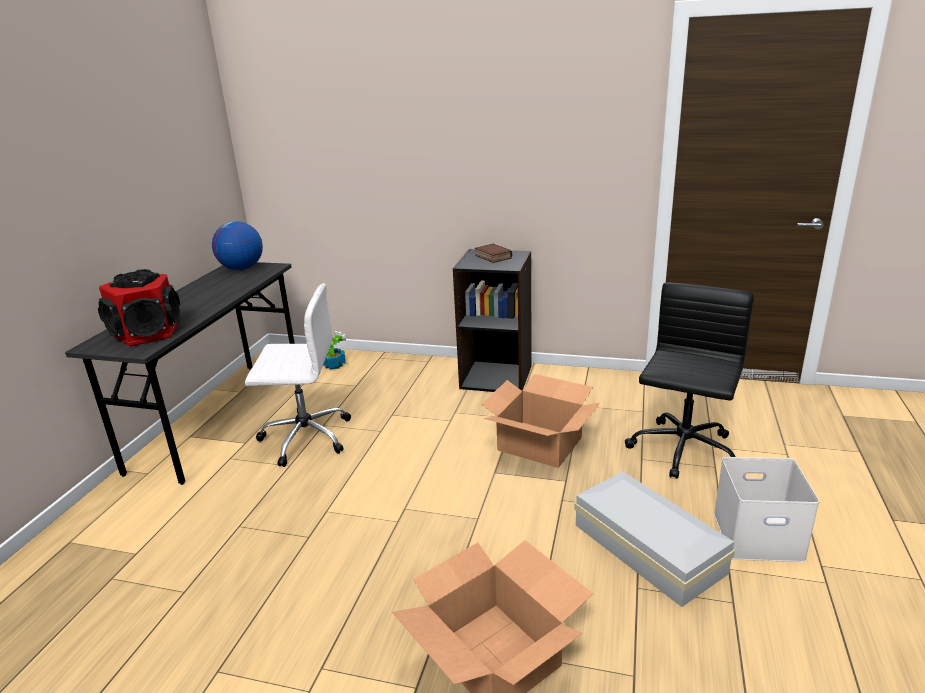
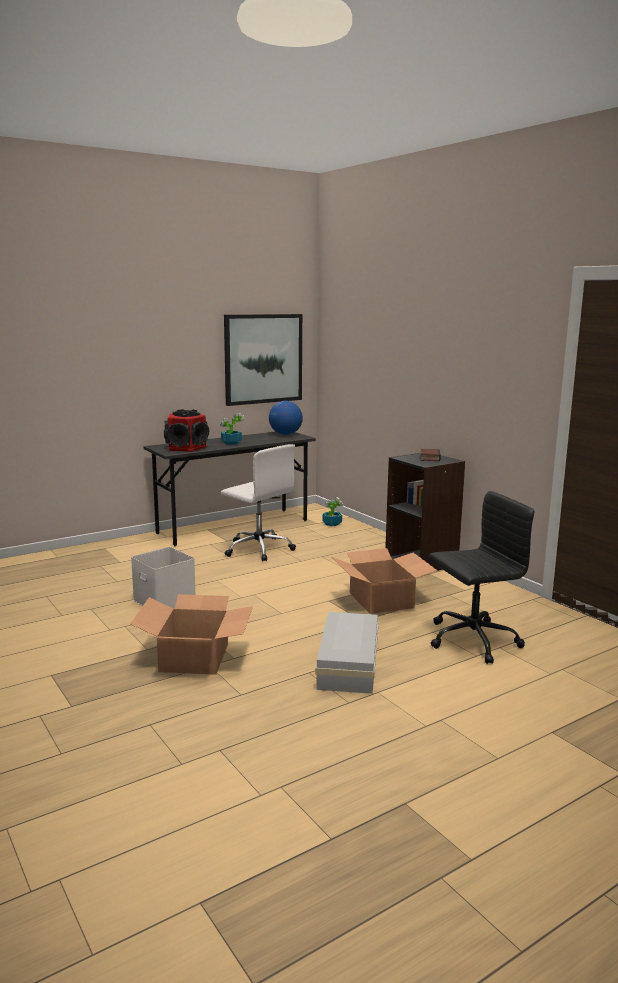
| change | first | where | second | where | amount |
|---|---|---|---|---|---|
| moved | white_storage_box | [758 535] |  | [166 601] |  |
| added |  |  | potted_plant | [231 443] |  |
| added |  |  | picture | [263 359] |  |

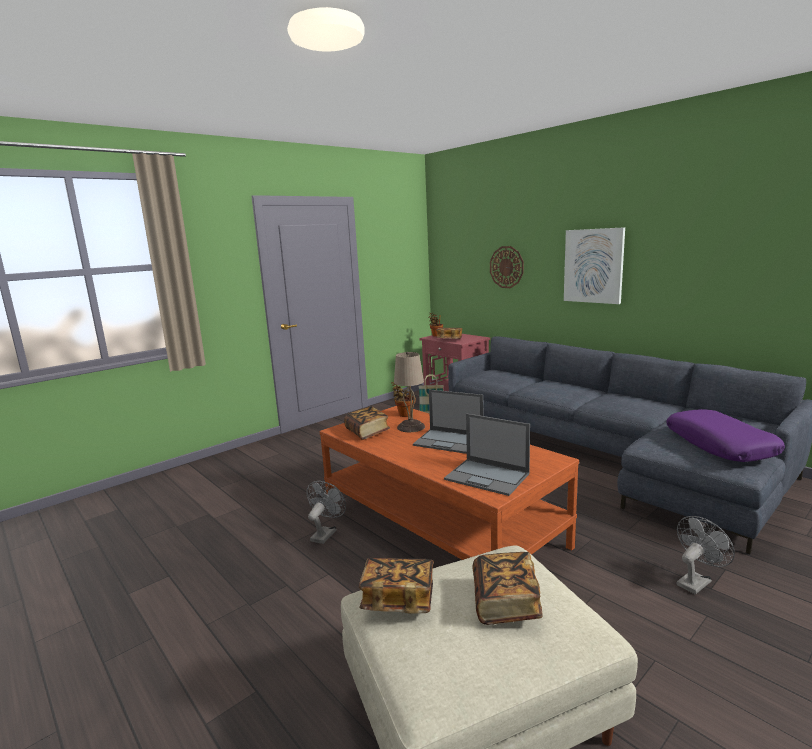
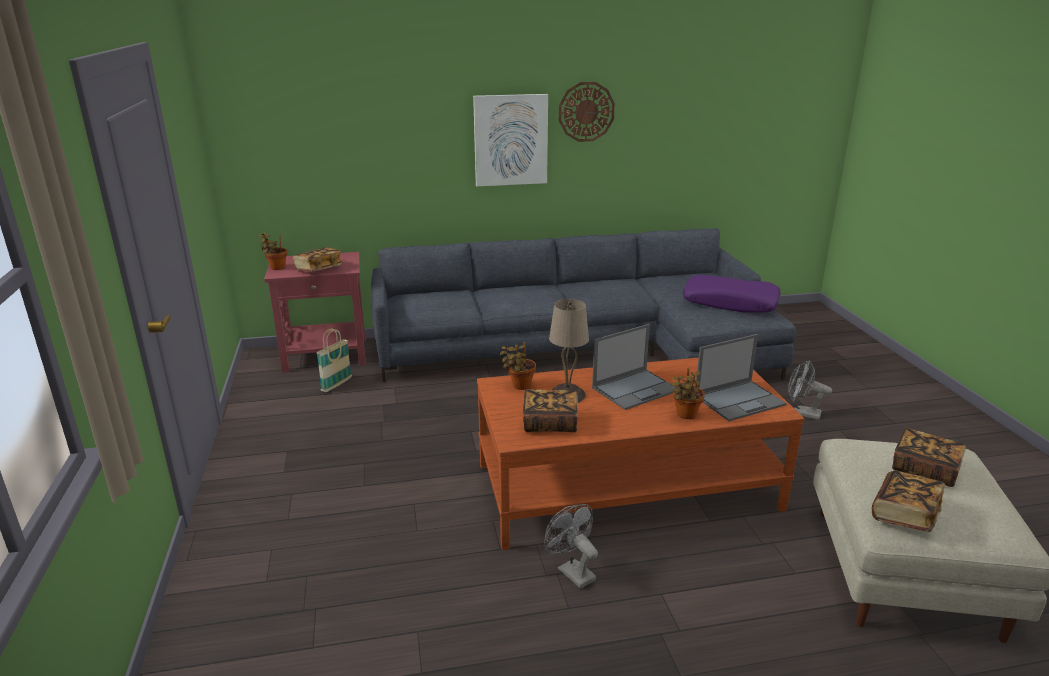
| change | first | where | second | where | amount |
|---|---|---|---|---|---|
| moved | wall_clock | [506 267] |  | [586 111] |  |
| added |  |  | potted_plant | [685 415] |  |
| turned | grey_fan | [696 581] |  | [801 413] | 60 degrees counterclockwise |

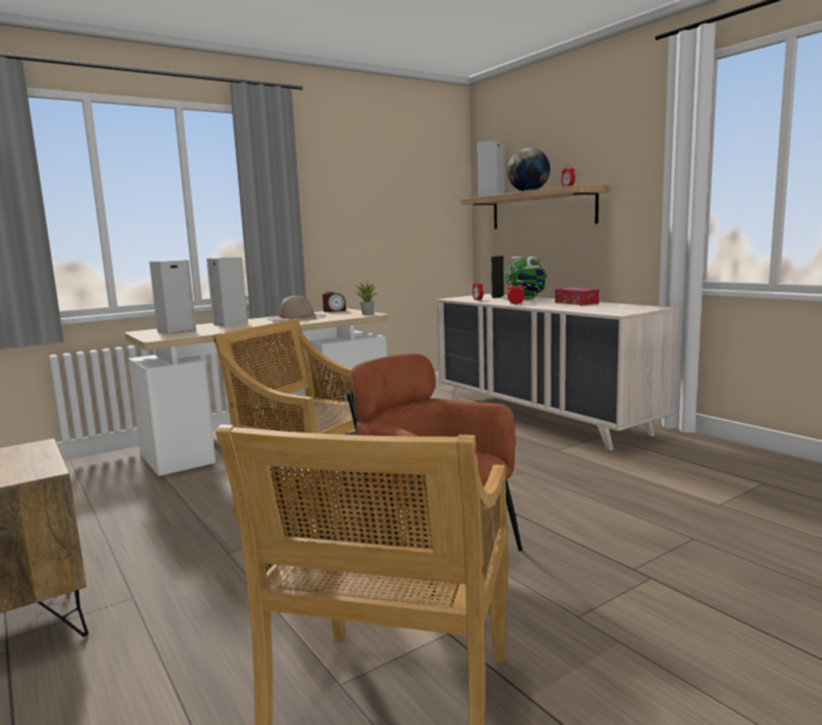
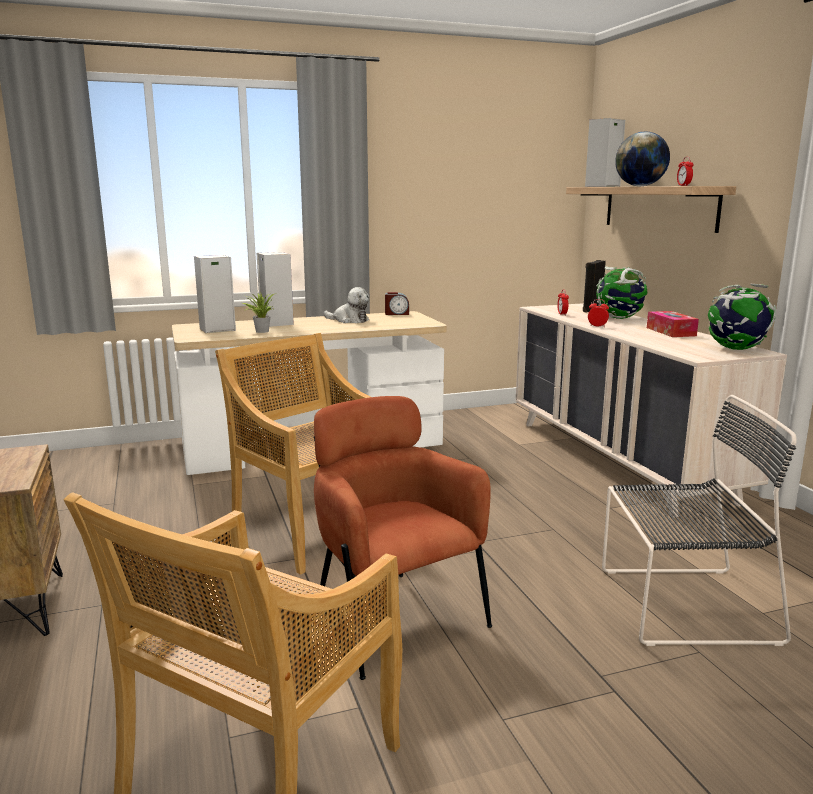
| change | first | where | second | where | amount |
|---|---|---|---|---|---|
| moved | potted_plant | [366 314] |  | [261 331] |  |
| replaced | beige_hat | [297 317] | plush_toy | [349 320] |  |
| added |  |  | black_chair | [680 605] |  |
| added |  |  | globe | [735 349] |  |

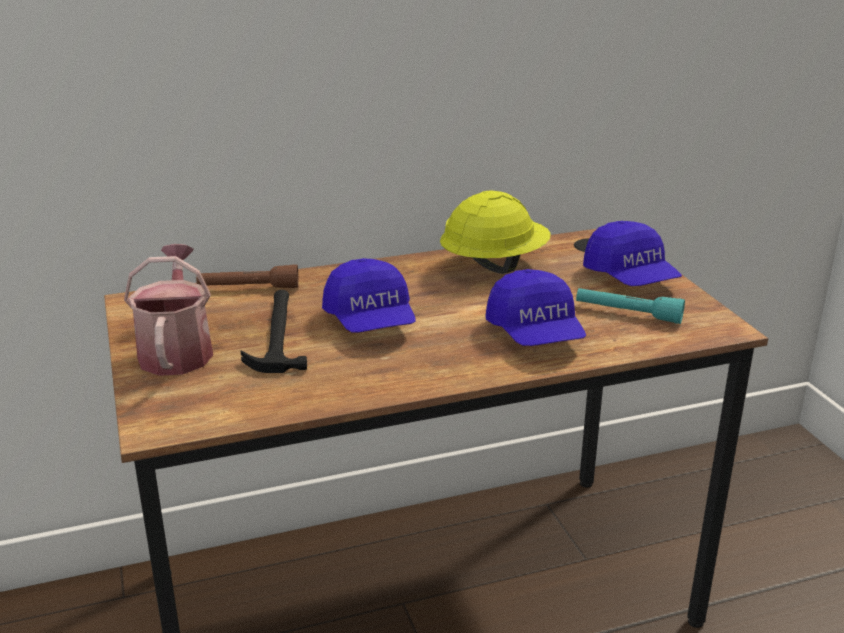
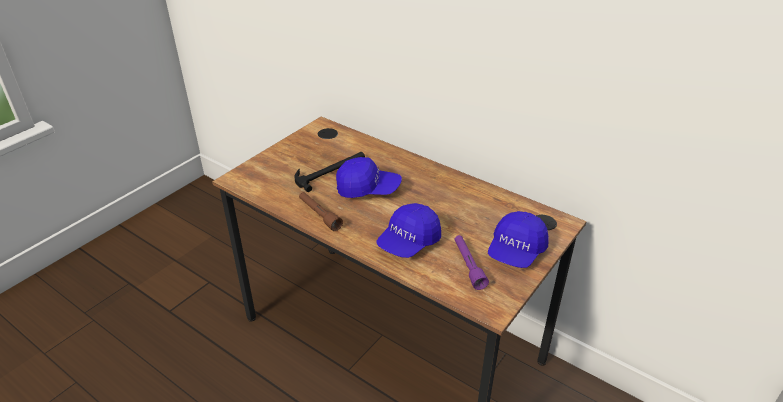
| change | first | where | second | where | amount |
|---|---|---|---|---|---|
| moved | brown_flashlight | [248 288] |  | [319 215] |  |
| turned | blue_cap | [371 322] |  | [368 189] | 120 degrees counterclockwise |
| recoloured | turquoise_flashlight | [628 314] | purple_flashlight | [468 266] |  |
| removed | watering_can | [176 350] |  |  |  |
| removed | yellow_hard_hat | [494 265] |  |  |  |

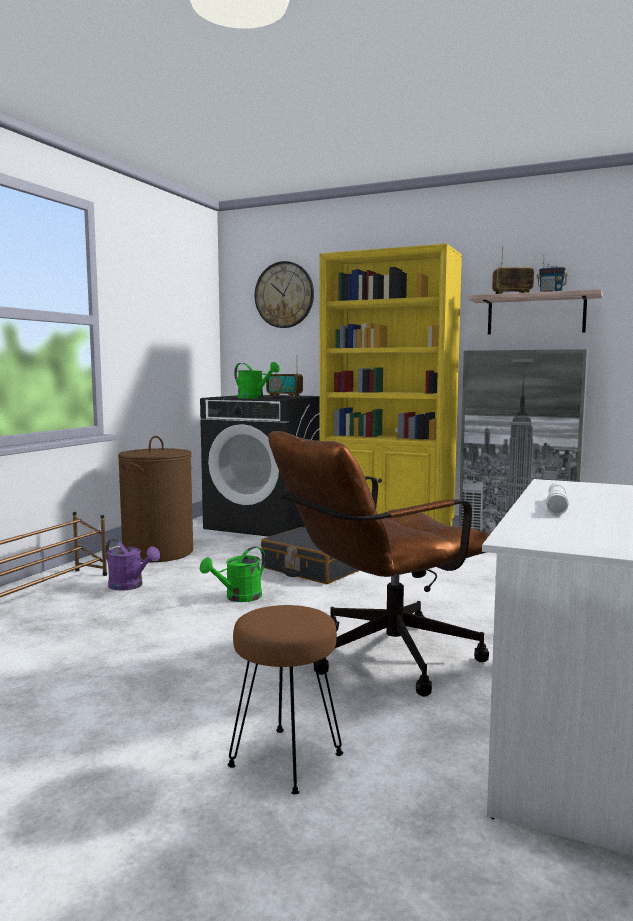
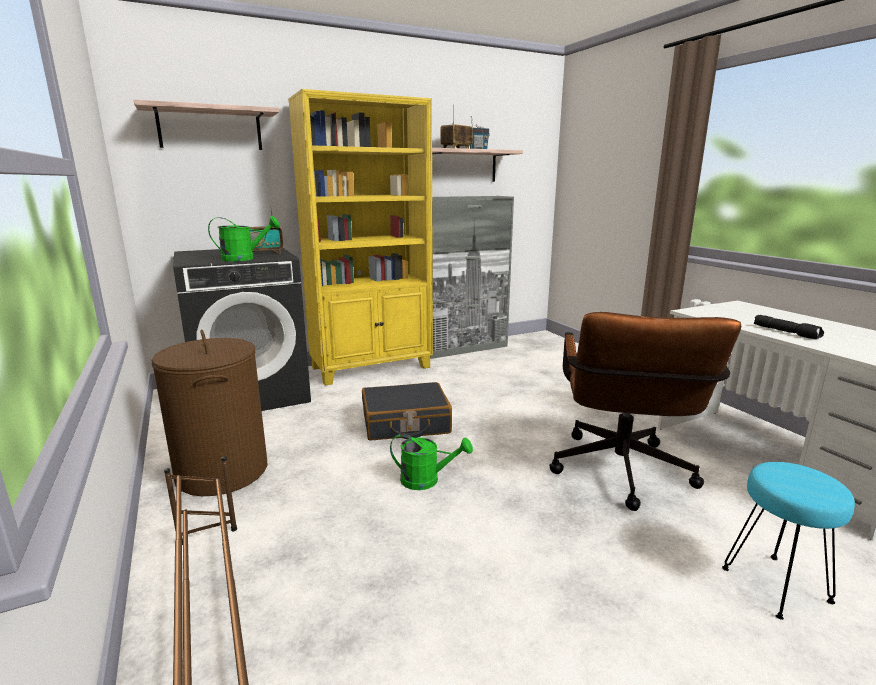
| change | first | where | second | where | amount |
|---|---|---|---|---|---|
| replaced | wall_clock | [284 295] | shelf | [210 129] |  |
| turned | green_watering_can | [238 598] |  | [427 480] | 75 degrees counterclockwise |
| recoloured | brown_stool | [285 759] | turquoise_stool | [774 585] |  |
| recoloured | white_flashlight | [557 506] | black_flashlight | [786 332] |  |
| removed | purple_watering_can | [130 586] |  |  |  |

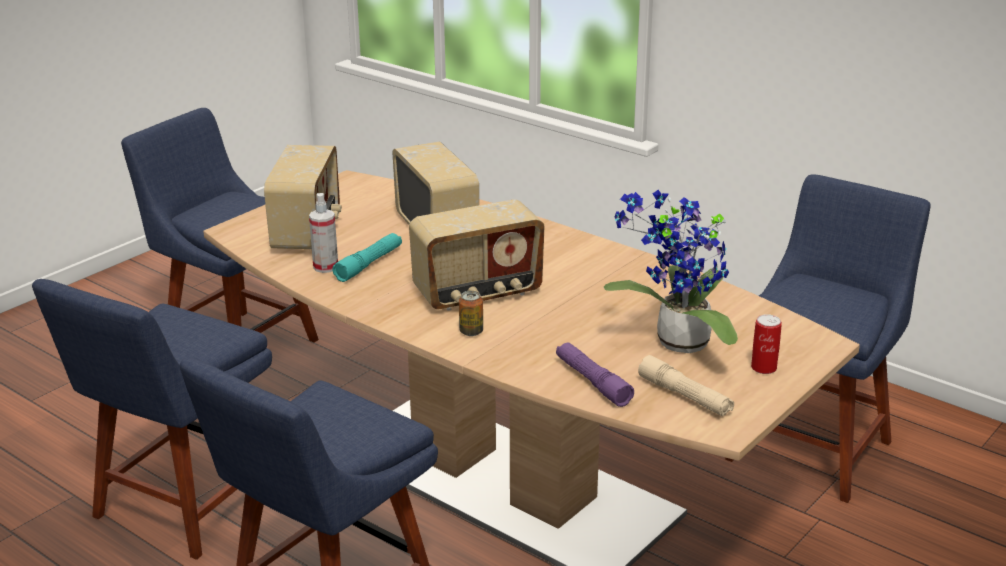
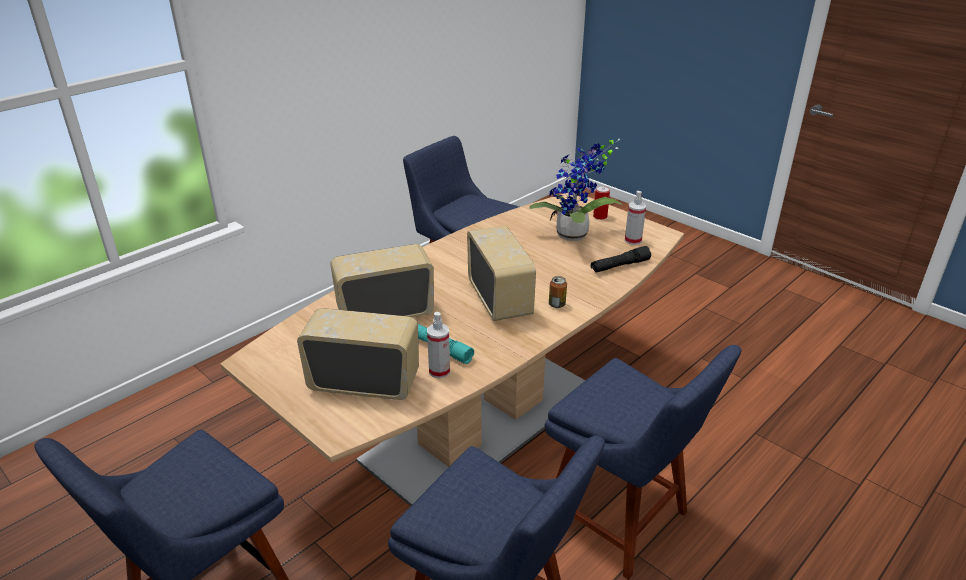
| change | first | where | second | where | amount |
|---|---|---|---|---|---|
| recoloured | purple_flashlight | [592 382] | black_flashlight | [620 266] |  |
| replaced | beige_flashlight | [685 396] | spray_bottle | [633 240] |  |

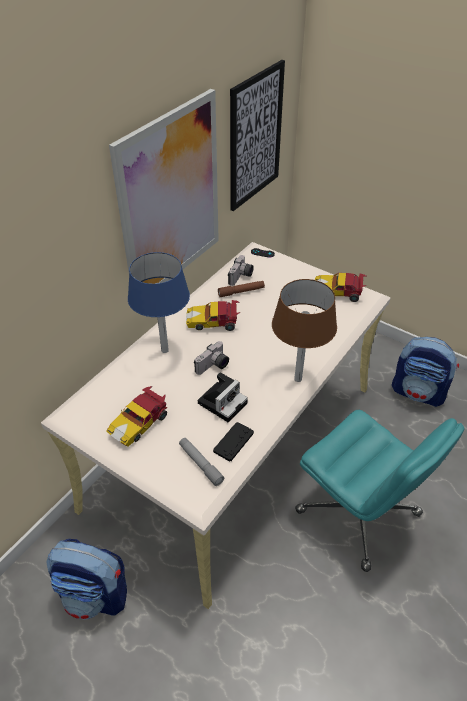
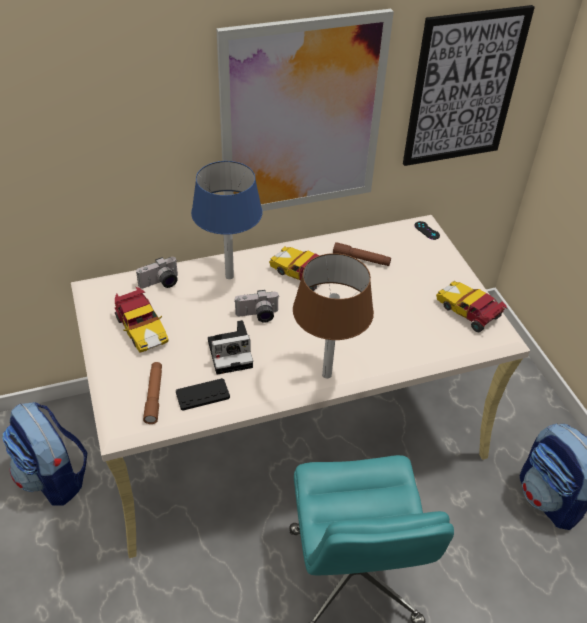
| change | first | where | second | where | amount |
|---|---|---|---|---|---|
| turned | toy_car | [139 423] |  | [141 328] | 105 degrees counterclockwise |
| moved | photo_camera | [241 277] |  | [161 283] |  |
| recoloured | grey_flashlight | [200 464] | brown_flashlight | [154 396] |  |

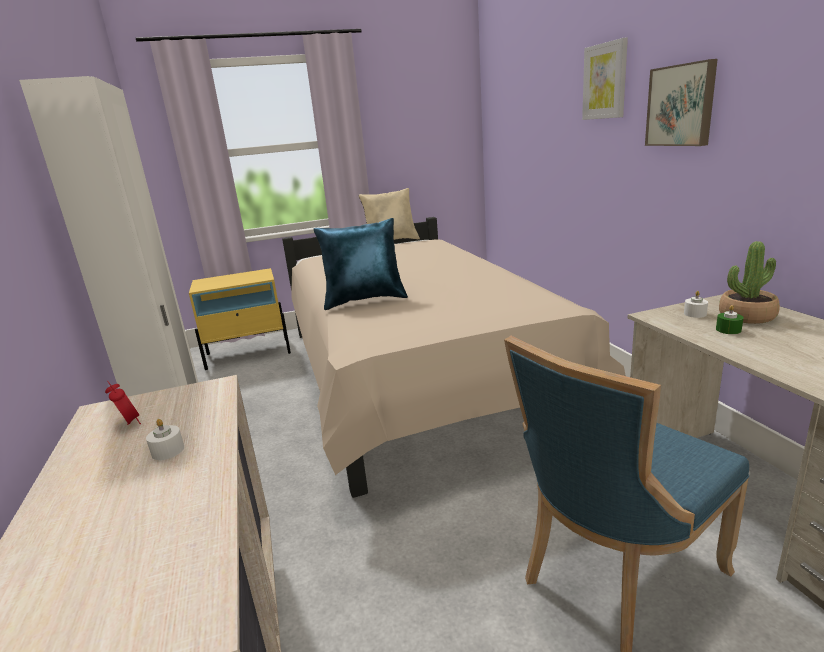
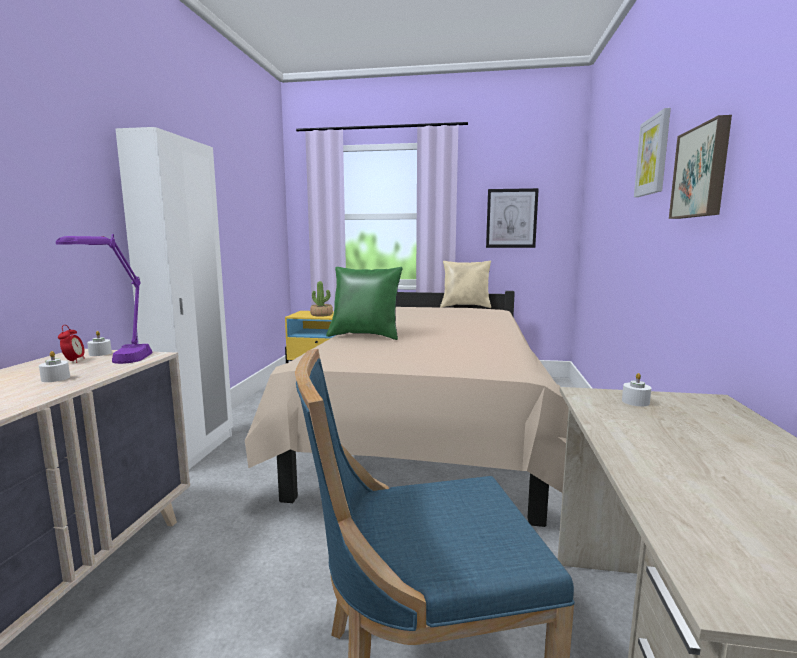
| change | first | where | second | where | amount |
|---|---|---|---|---|---|
| added |  |  | purple_table_lamp | [119 365] |  |
| added |  |  | white_candle | [100 353] |  |
| moved | potted_plant | [746 316] |  | [321 315] |  |
| recoloured | blue_pillow | [365 300] | green_pillow | [365 336] |  |
| added |  |  | picture | [511 218] |  |
| removed | green_candle | [728 330] |  |  |  |

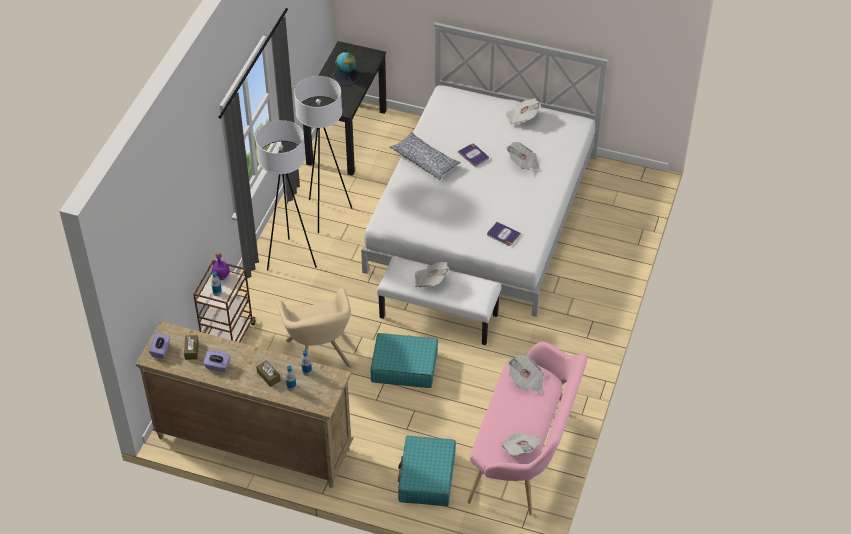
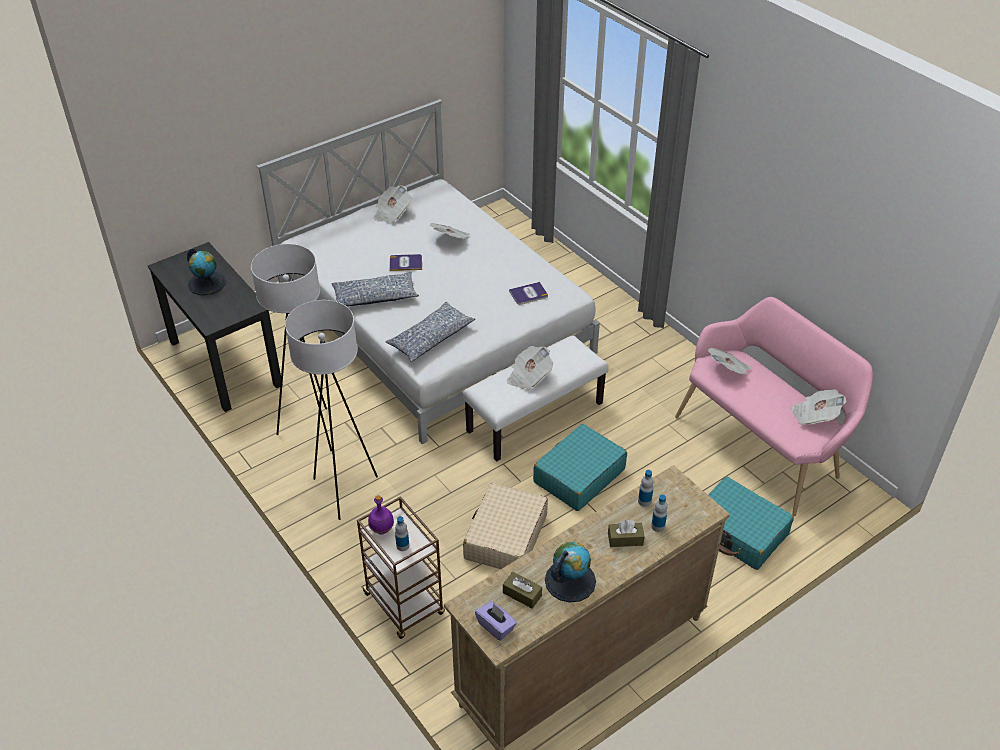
| change | first | where | second | where | amount |
|---|---|---|---|---|---|
| added |  |  | pillow | [430 338] |  |
| replaced | beige_armchair | [319 357] | beige_suitcase | [505 537] |  |
| replaced | purple_tissue_box | [217 366] | globe | [570 580] |  |

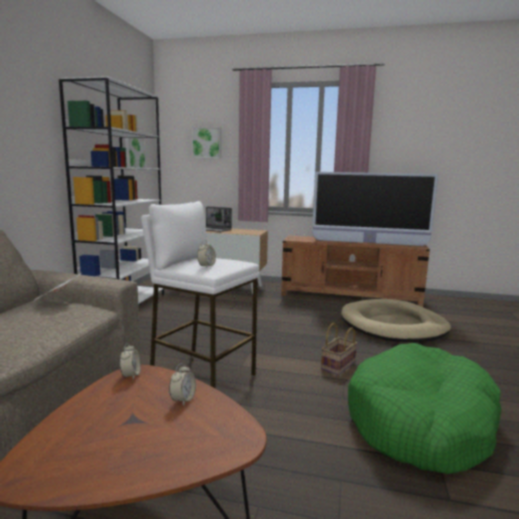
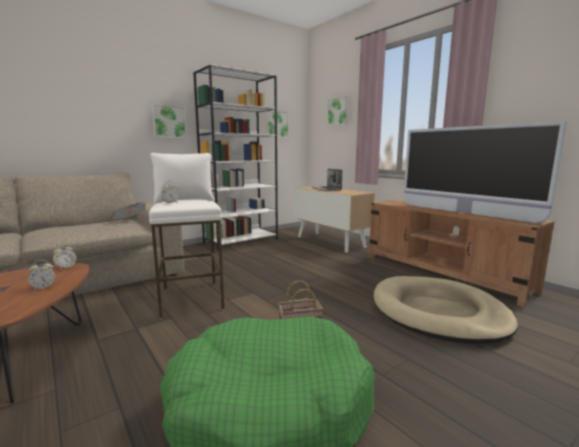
| change | first | where | second | where | amount |
|---|---|---|---|---|---|
| added |  |  | picture | [169 122] |  |

